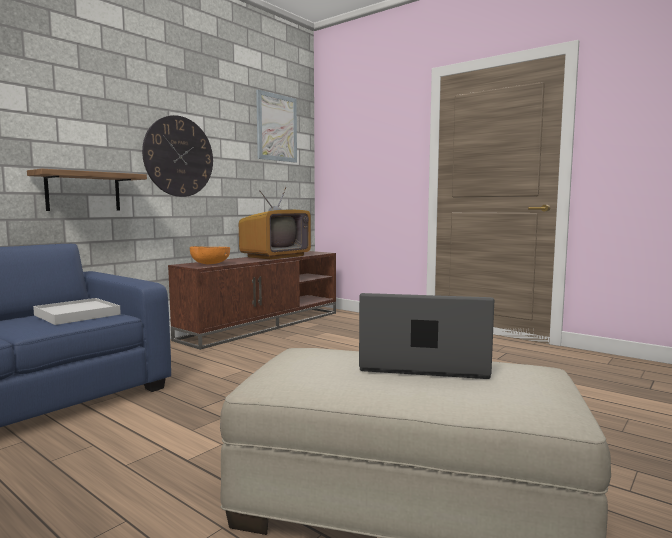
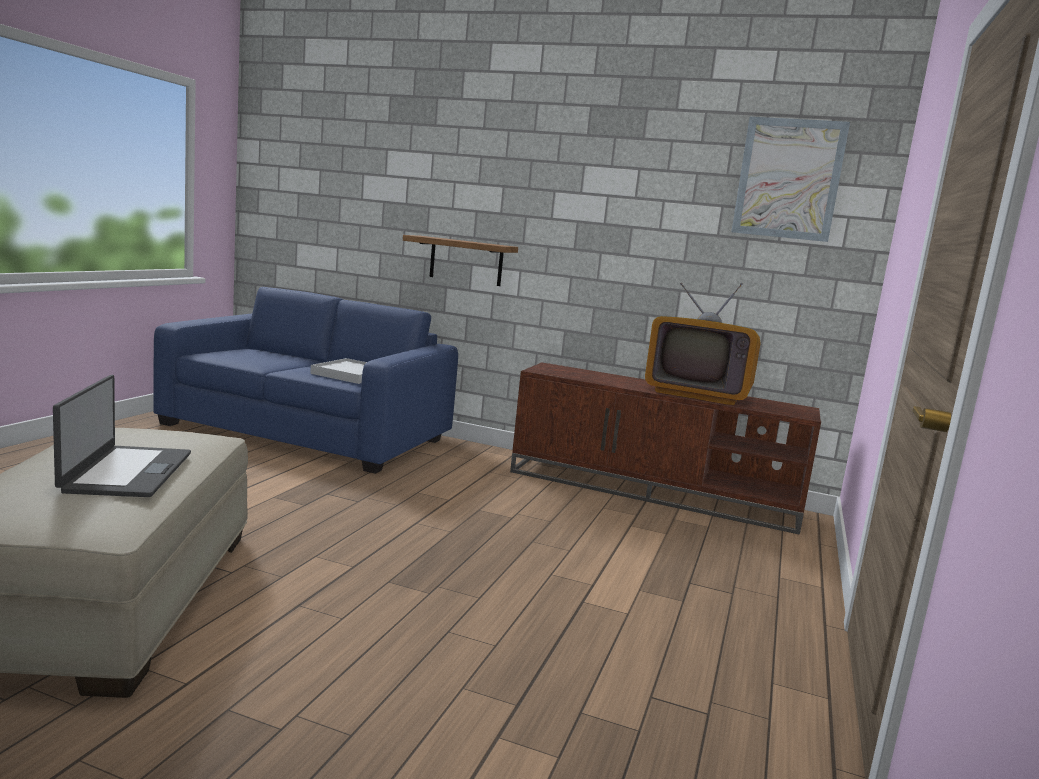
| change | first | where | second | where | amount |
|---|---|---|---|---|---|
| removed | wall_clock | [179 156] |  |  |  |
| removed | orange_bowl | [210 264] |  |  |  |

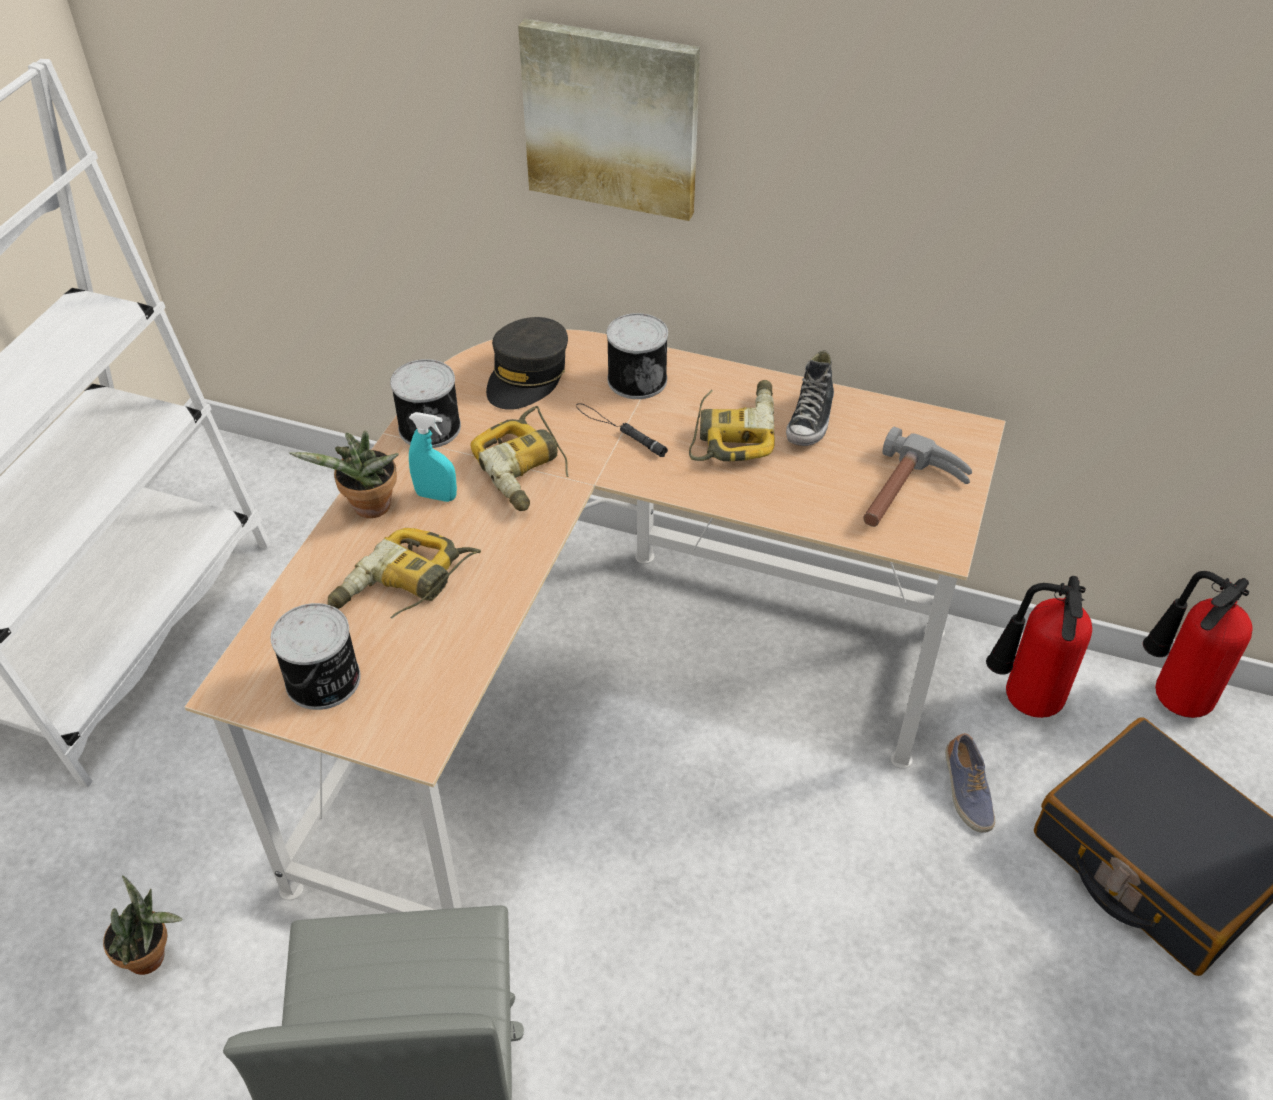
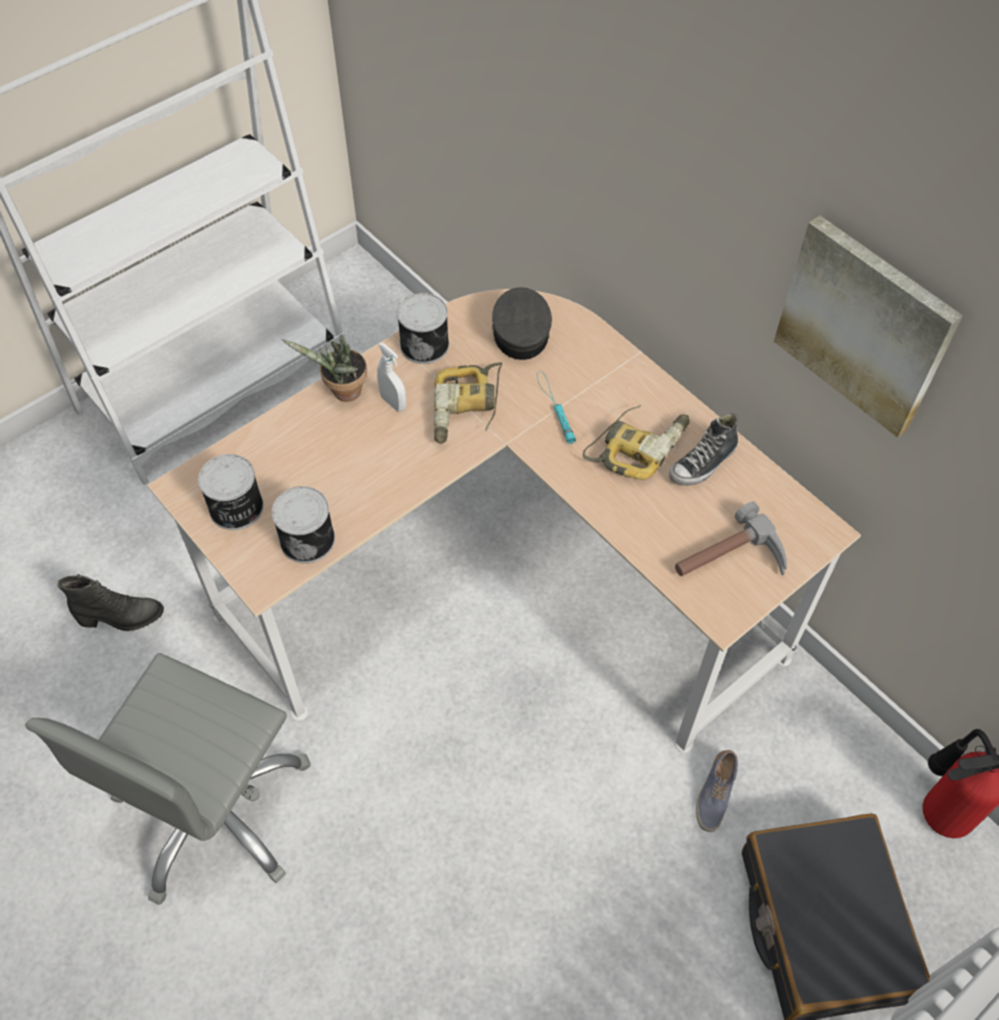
| change | first | where | second | where | amount |
|---|---|---|---|---|---|
| replaced | potted_plant | [153 956] | black_boot | [121 618] |  |
| moved | can | [637 379] |  | [308 538] |  |
| recoloured | turquoise_spray_bottle | [436 496] | white_spray_bottle | [393 403] |  |
| turned | grey_cap | [527 376] |  | [520 332] | 120 degrees clockwise |
| recoloured | black_flashlight | [619 430] | turquoise_flashlight | [554 407] |  |
| moved | picture | [612 118] |  | [865 325] |  |
| removed | power_drill | [404 587] |  |  |  |
| removed | fire_extinguisher | [1023 701] |  |  |  |

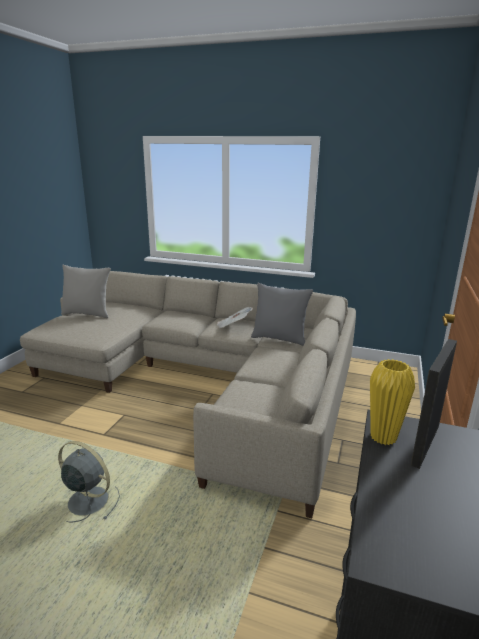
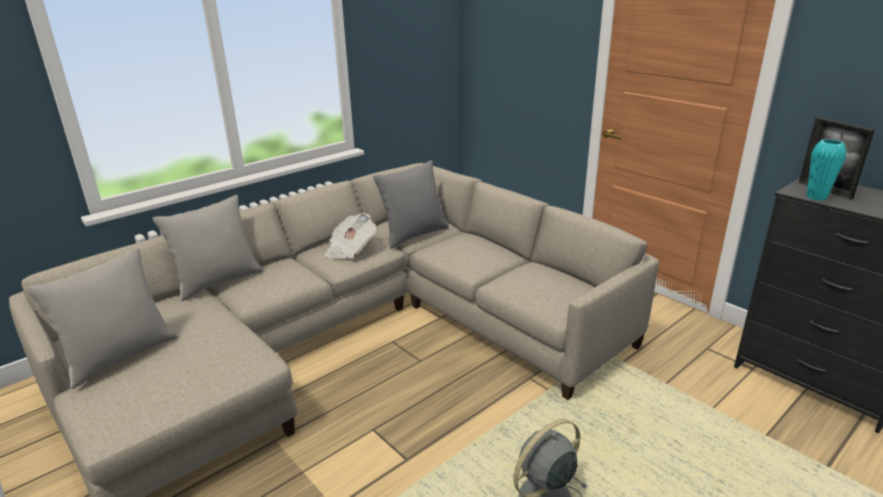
| change | first | where | second | where | amount |
|---|---|---|---|---|---|
| added |  |  | grey_pillow | [218 282] |  |
| recoloured | yellow_vase | [383 437] | turquoise_vase | [816 197] |  |

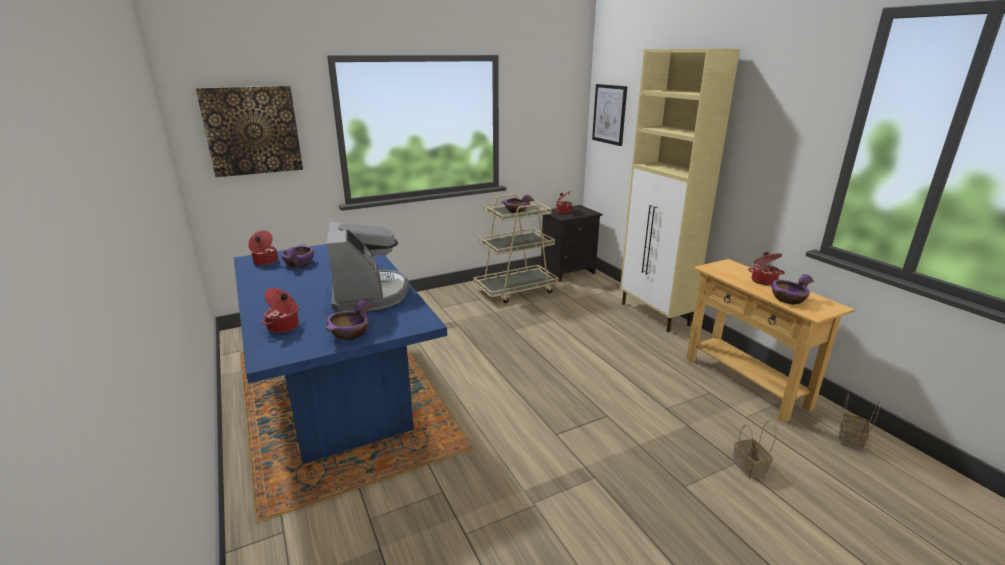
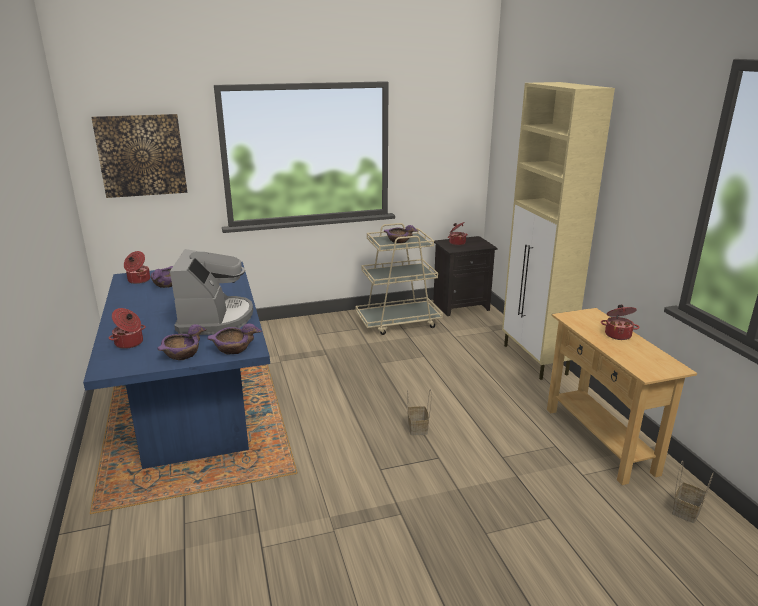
| change | first | where | second | where | amount |
|---|---|---|---|---|---|
| moved | purple_bowl | [788 299] |  | [233 349] |  |
| moved | basket | [750 467] |  | [418 428] |  |
| removed | picture | [609 114] |  |  |  |

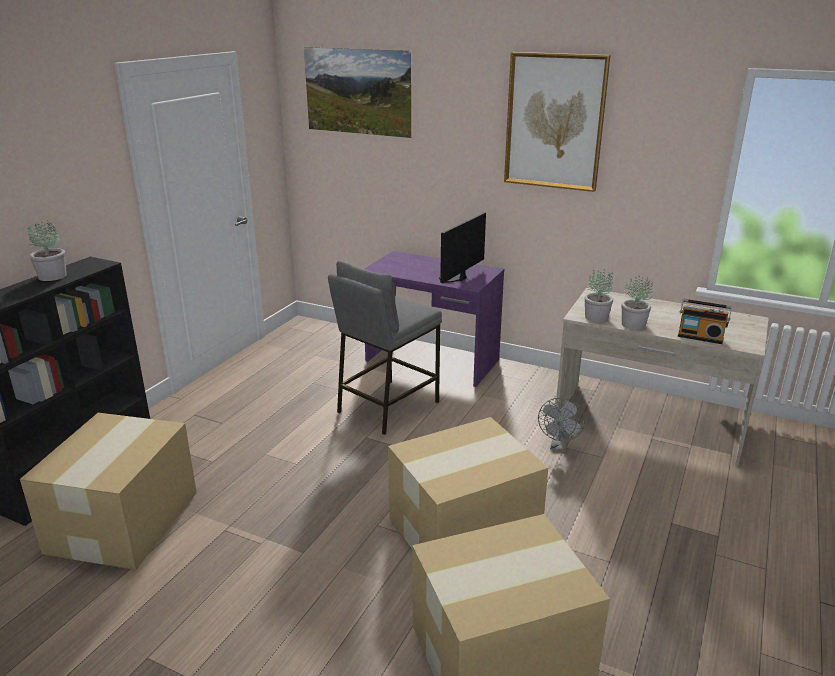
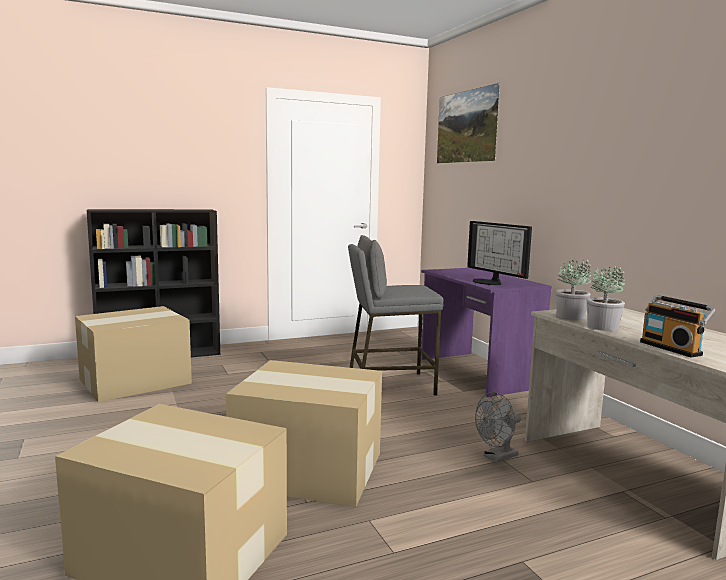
| change | first | where | second | where | amount |
|---|---|---|---|---|---|
| turned | monitor | [455 277] |  | [489 282] | 105 degrees counterclockwise |
| removed | potted_plant | [53 276] |  |  |  |
| removed | picture | [554 122] |  |  |  |

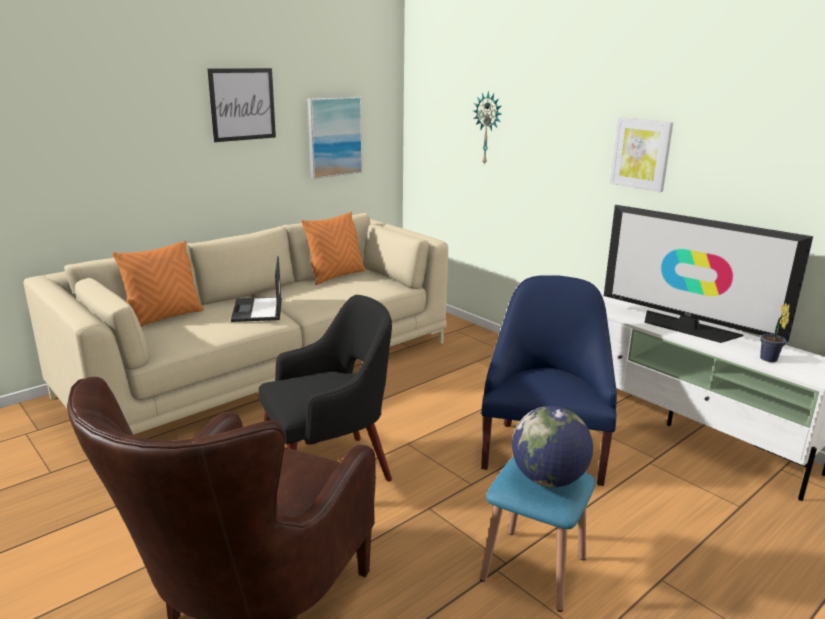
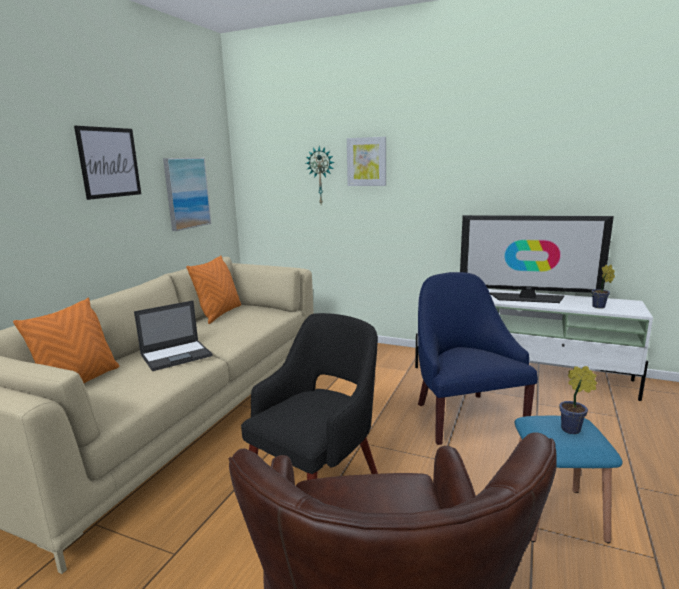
| change | first | where | second | where | amount |
|---|---|---|---|---|---|
| turned | laptop | [257 310] |  | [177 355] | 90 degrees counterclockwise |
| moved | picture | [641 154] |  | [367 161] |  |
| replaced | globe | [548 479] | potted_plant | [573 430] |  |

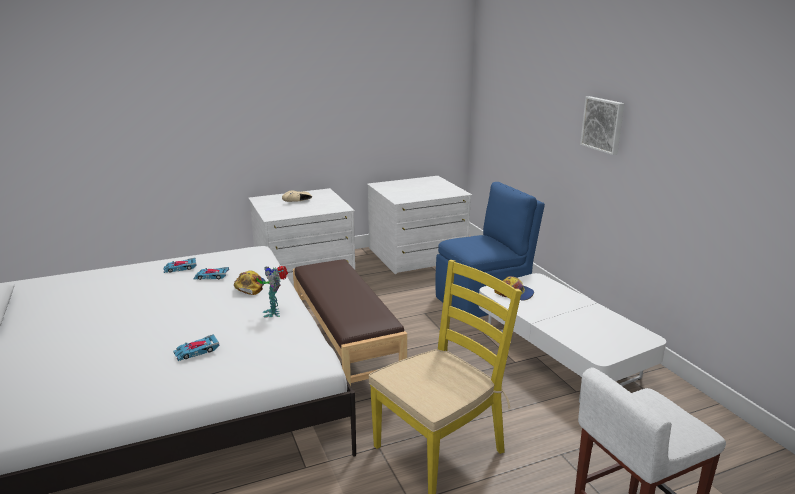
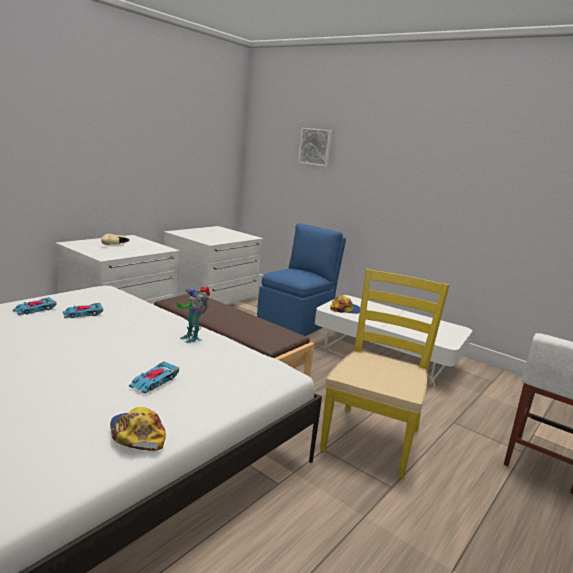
| change | first | where | second | where | amount |
|---|---|---|---|---|---|
| moved | cap | [250 286] |  | [137 434] |  |
| moved | picture | [603 124] |  | [315 147] |  |

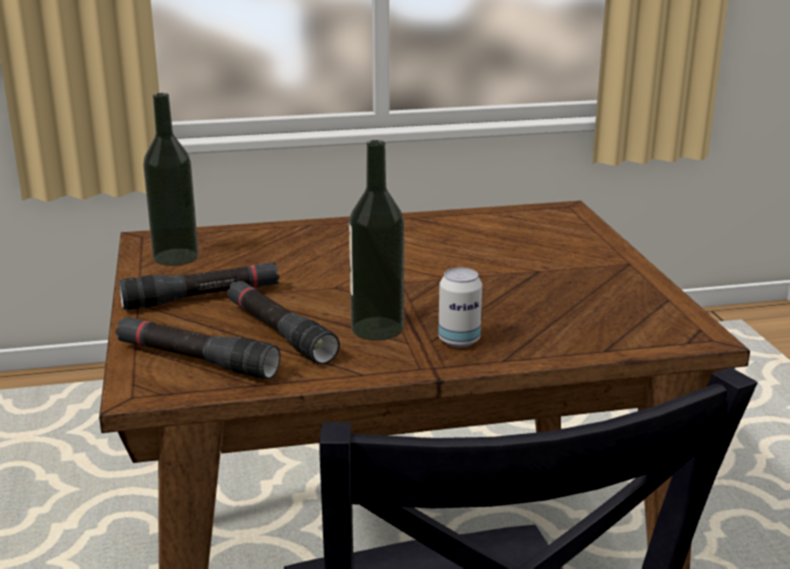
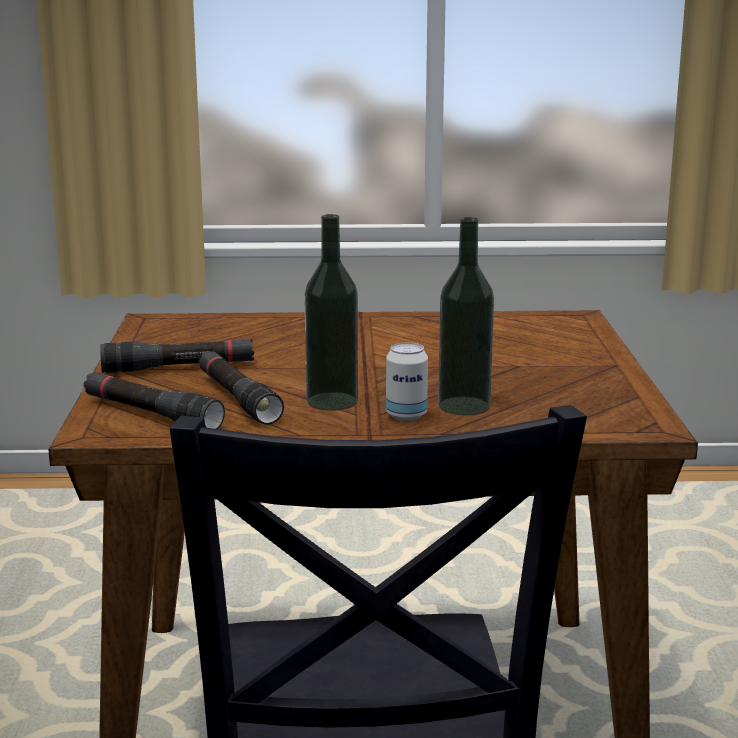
| change | first | where | second | where | amount |
|---|---|---|---|---|---|
| moved | bottle | [176 257] |  | [464 406] |  |

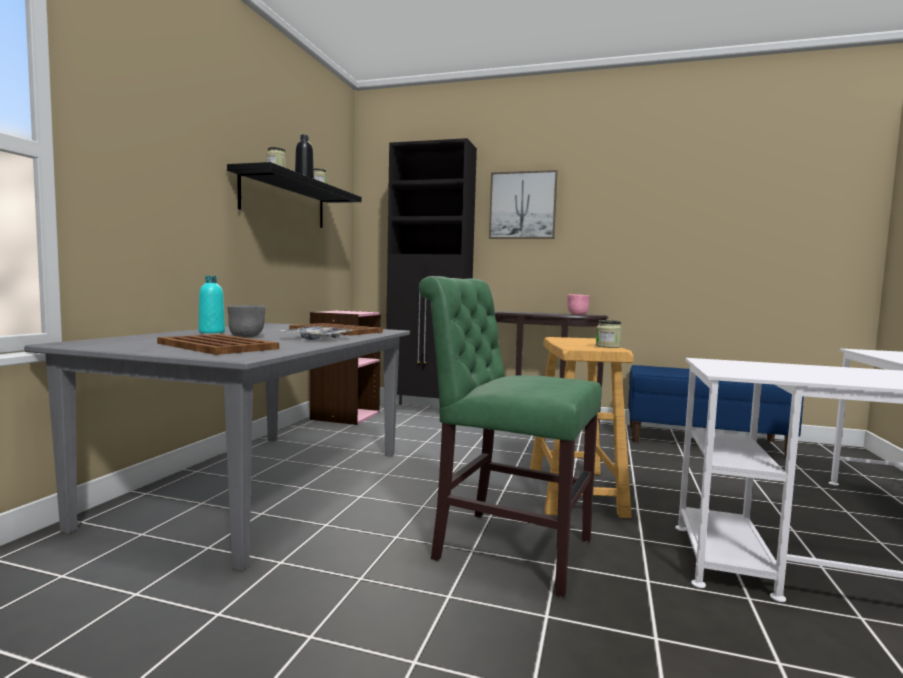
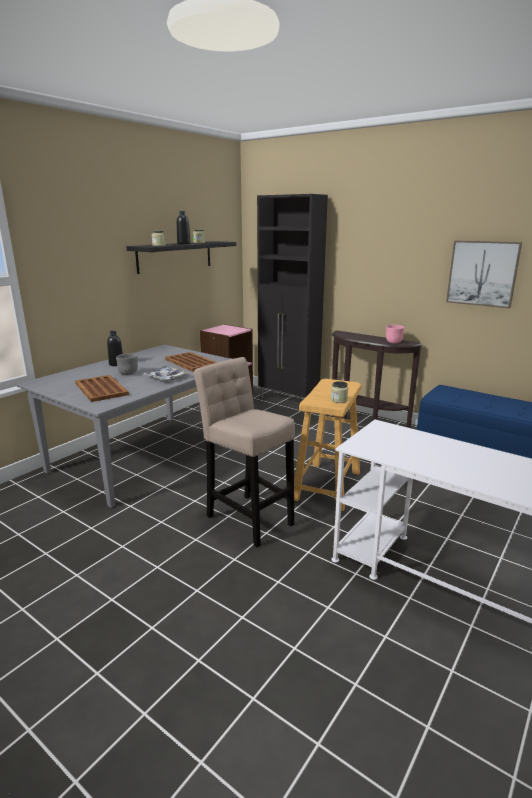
| change | first | where | second | where | amount |
|---|---|---|---|---|---|
| recoloured | turquoise_bottle | [212 332] | black_bottle | [116 364] |  |
| replaced | green_chair | [505 547] | beige_stool | [247 517] |  |
| moved | picture | [522 205] |  | [482 273] |  |

